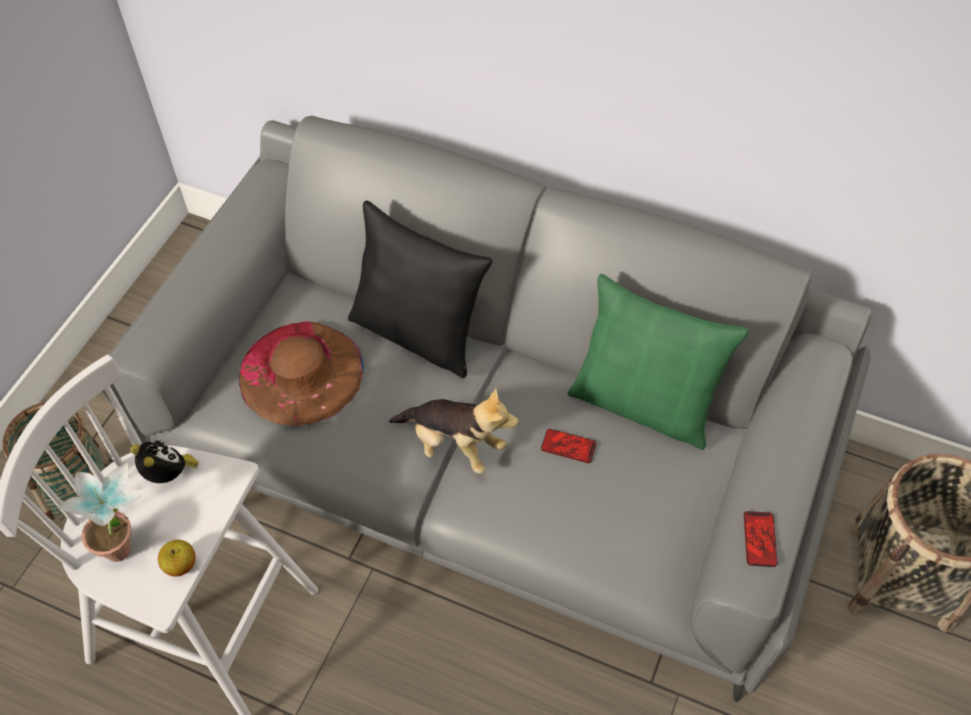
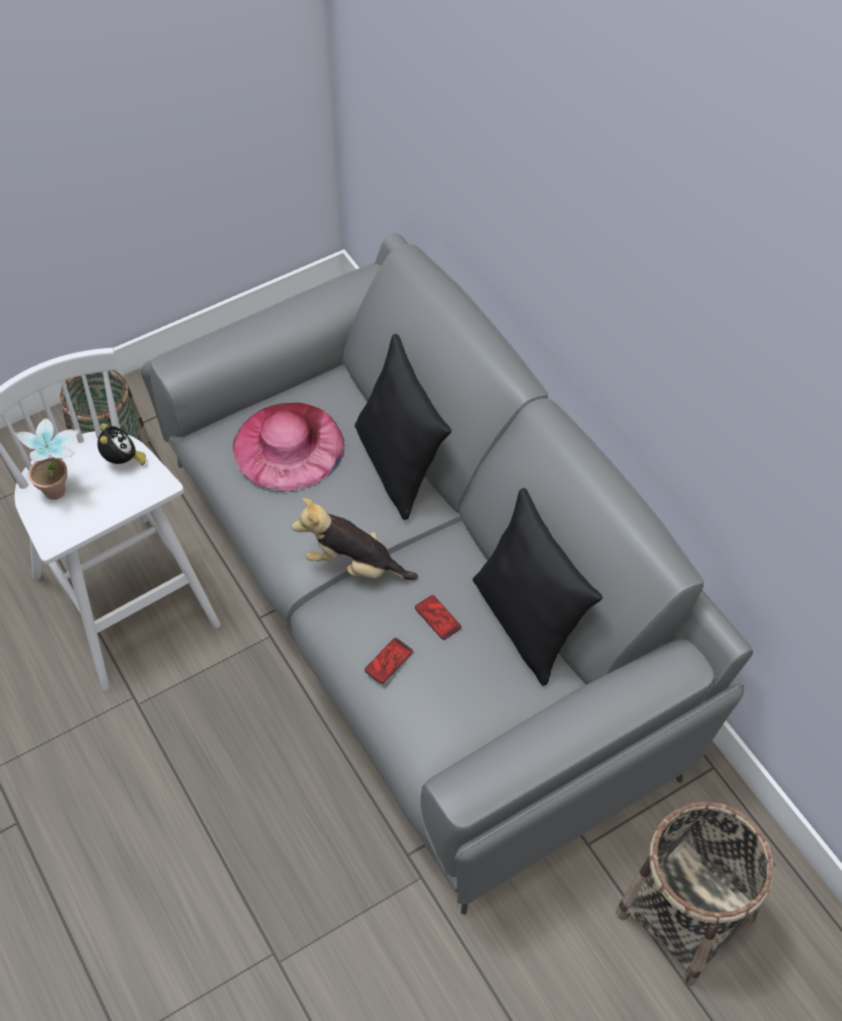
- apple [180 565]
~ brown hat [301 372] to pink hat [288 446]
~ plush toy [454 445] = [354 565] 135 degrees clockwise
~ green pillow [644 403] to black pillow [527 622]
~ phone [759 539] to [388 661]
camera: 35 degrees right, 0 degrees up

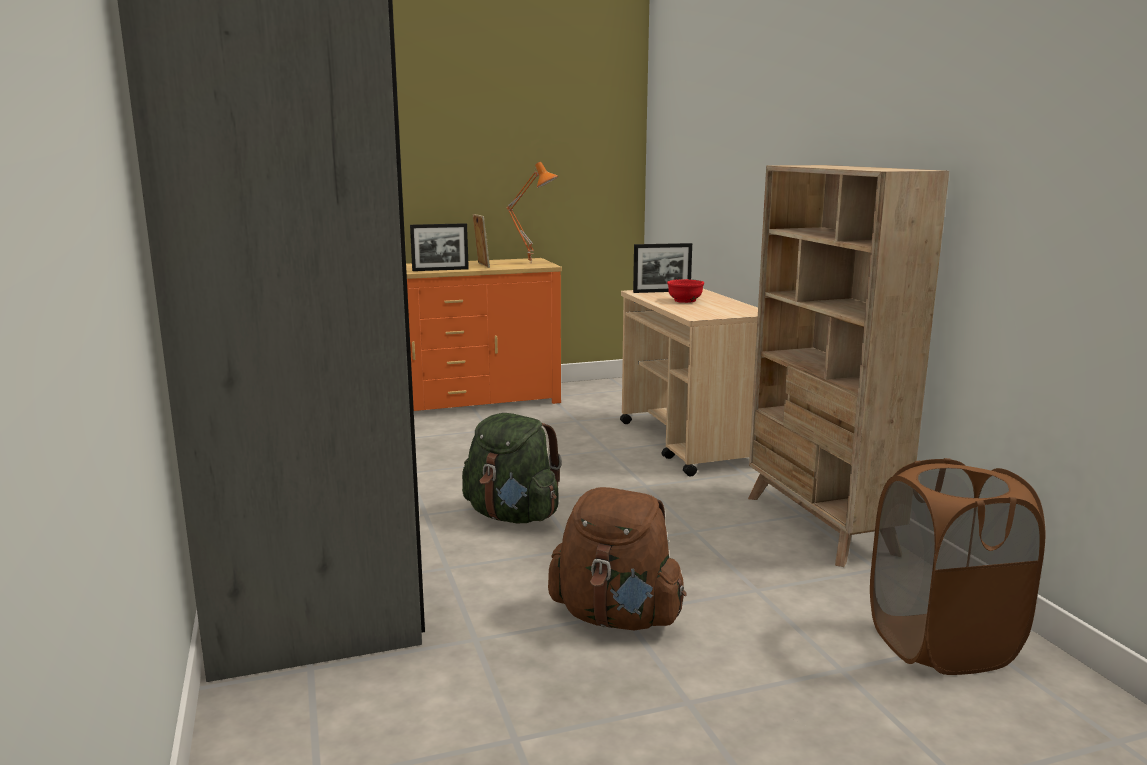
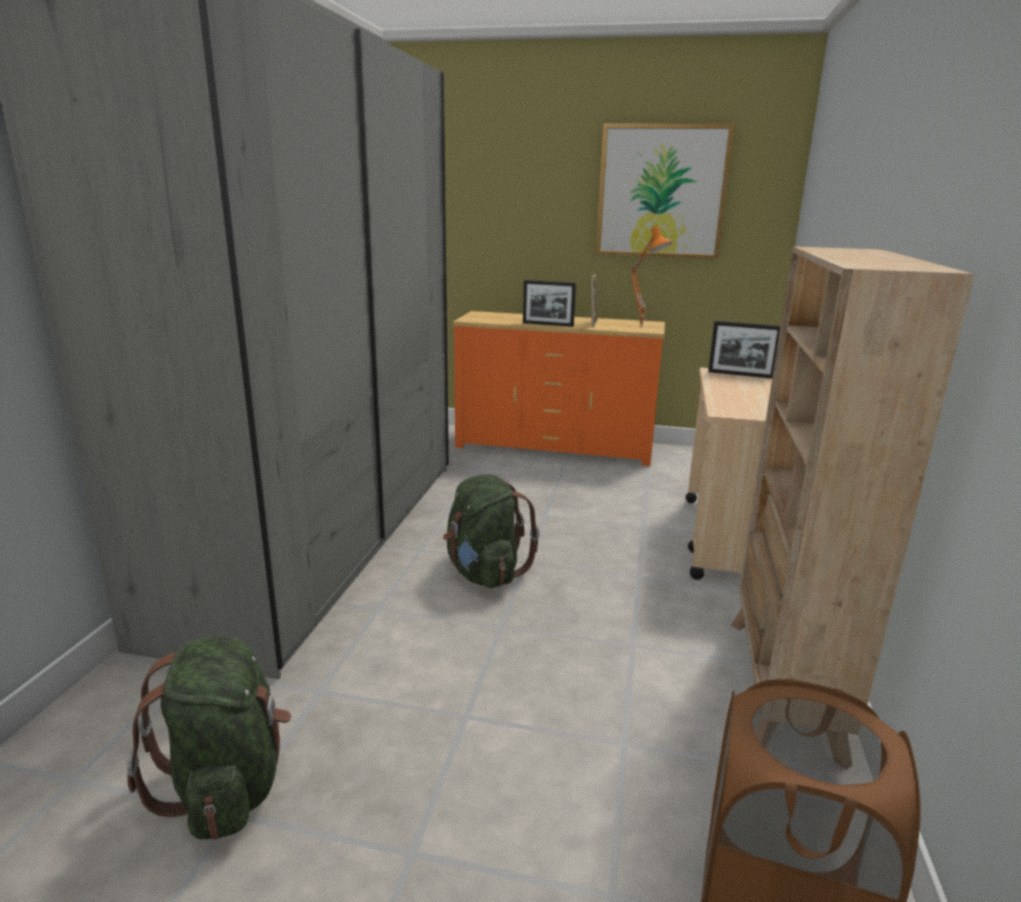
- brown backpack [616 617]
- red bowl [685 301]
+ green backpack [227 787]
+ picture [661 192]
camera: 30 degrees right, 5 degrees up

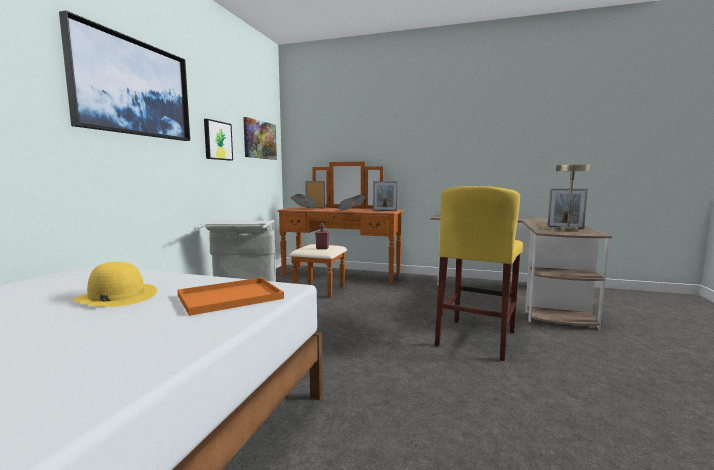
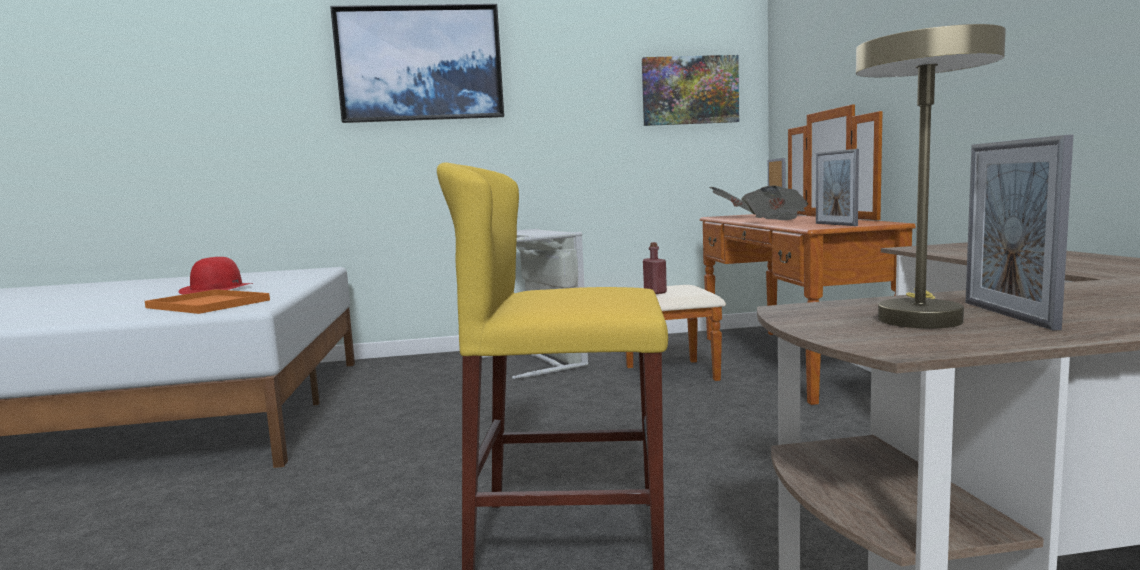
~ yellow hat [116 296] to red hat [217 289]
- picture [217 140]
camera: 65 degrees right, 0 degrees up

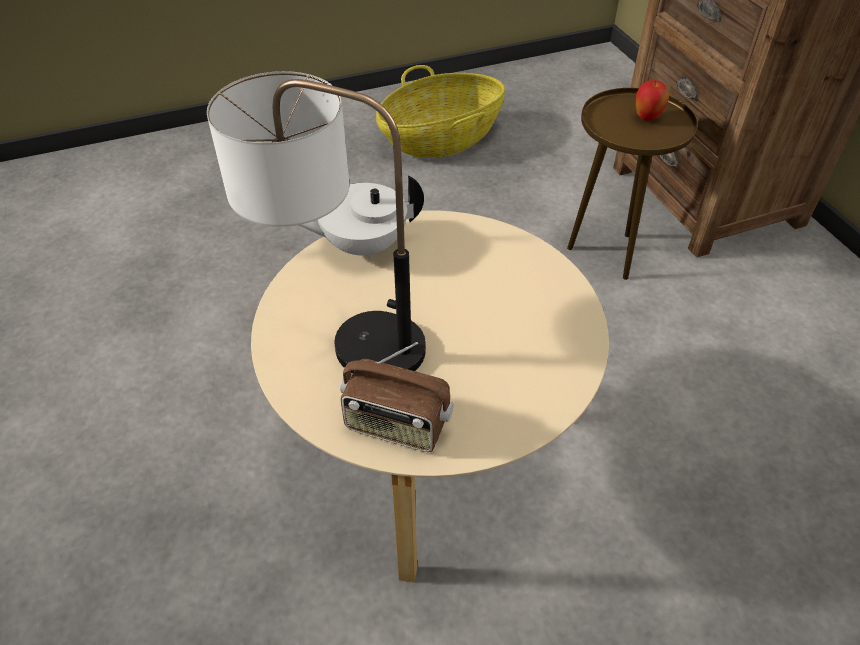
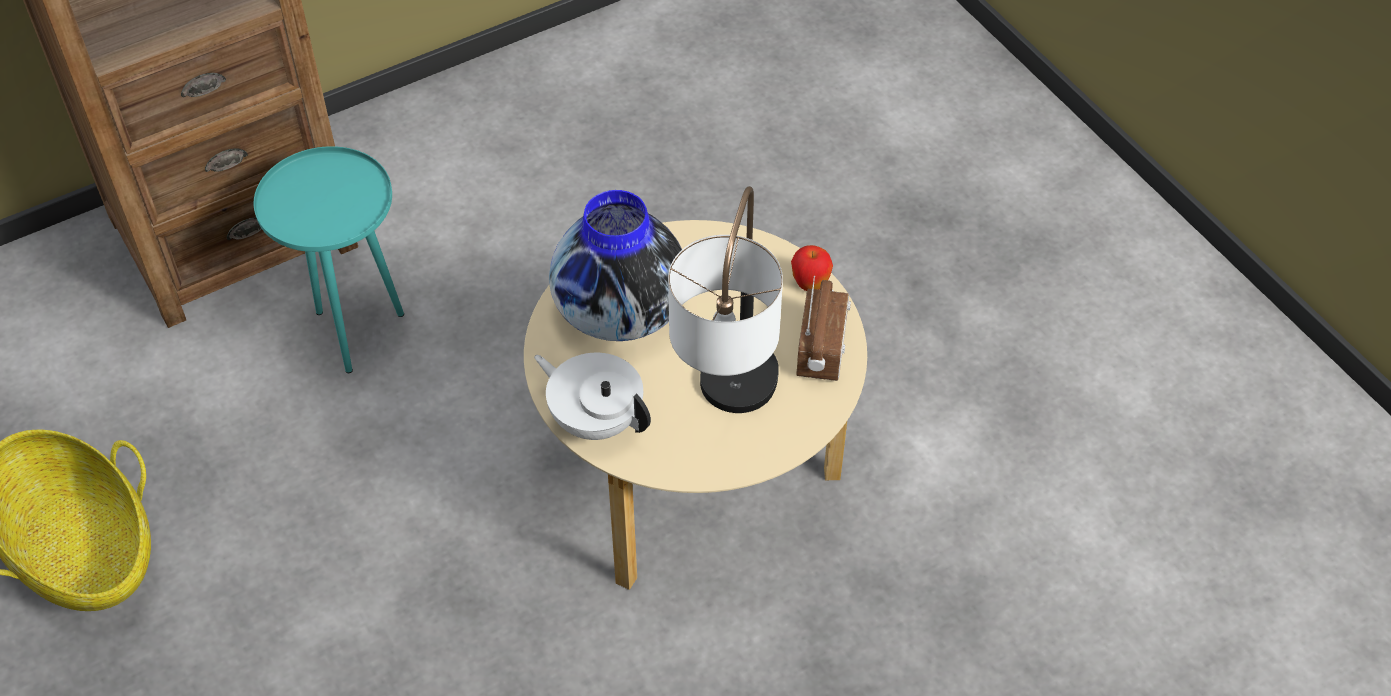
~ white teapot [363 245] = [596 419] 150 degrees clockwise
~ brown side table [607 253] to turquoise side table [356 332]
~ apple [647 118] to [810 285]
+ vase [620 311]
camera: 100 degrees left, 5 degrees up

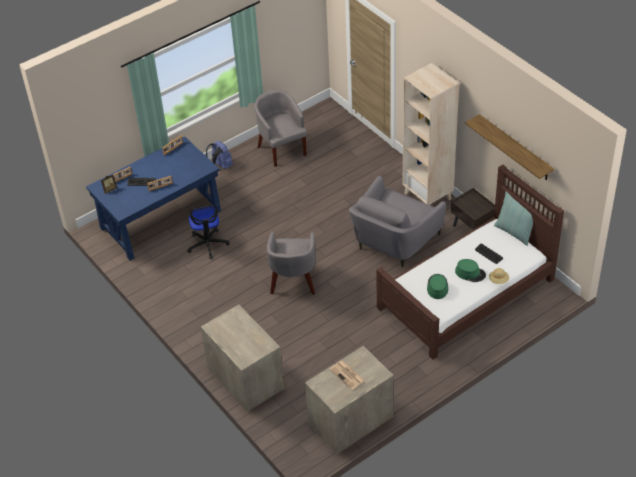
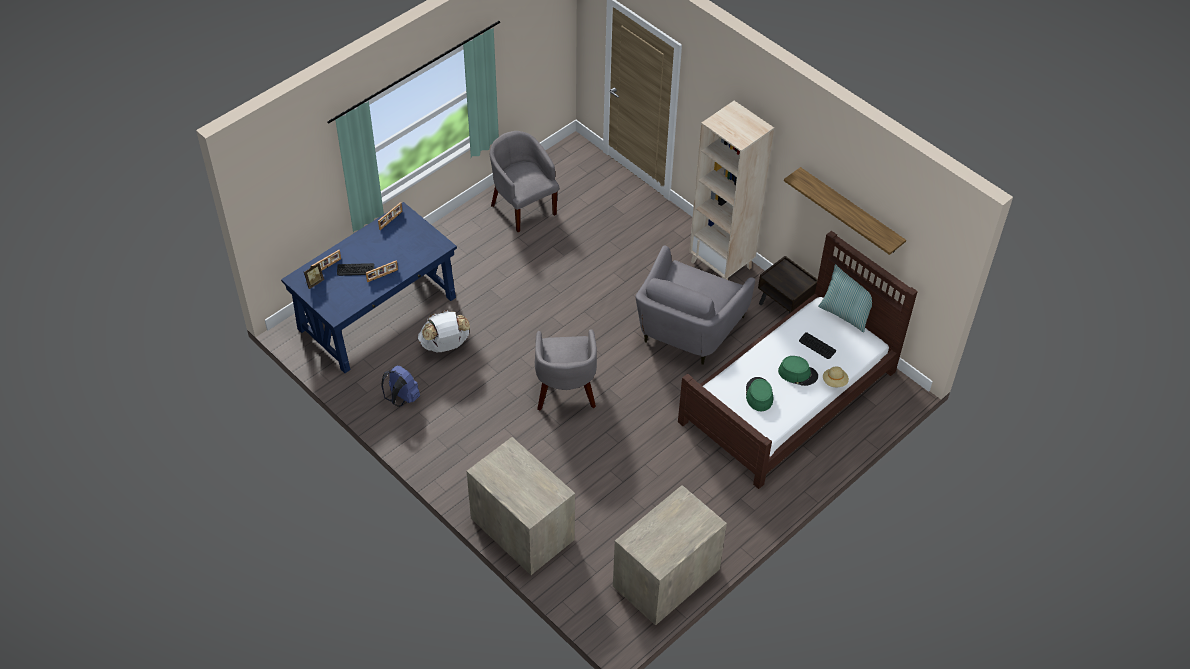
~ office chair [207 244] to white backpack [445 345]
~ blue backpack [220 166] to [402 398]
- newspaper [347 375]
camera: 10 degrees left, 5 degrees up

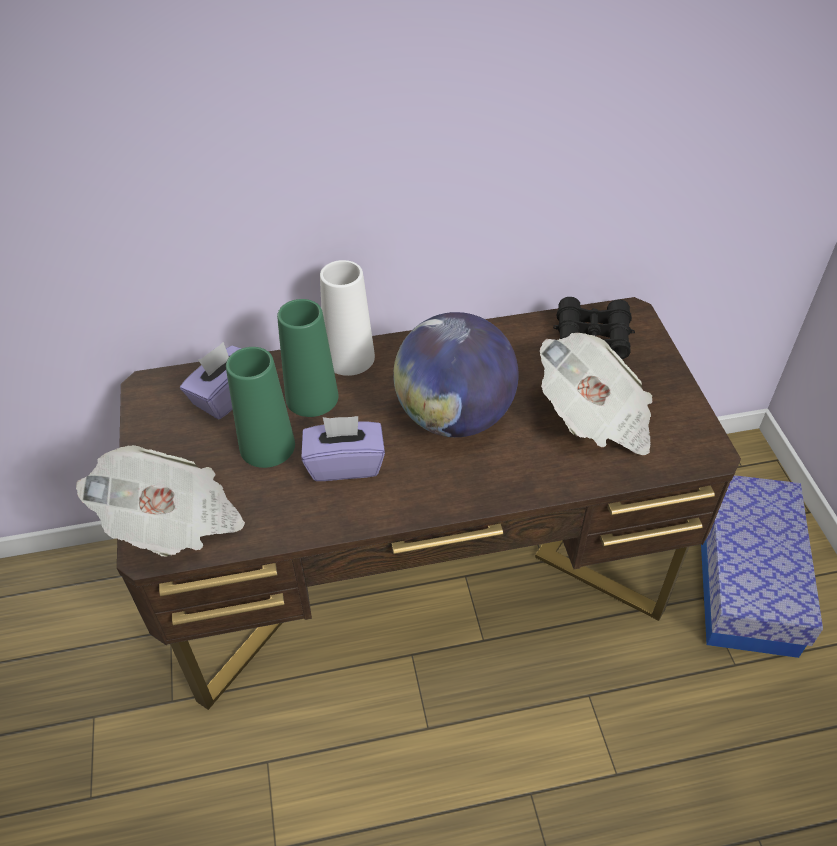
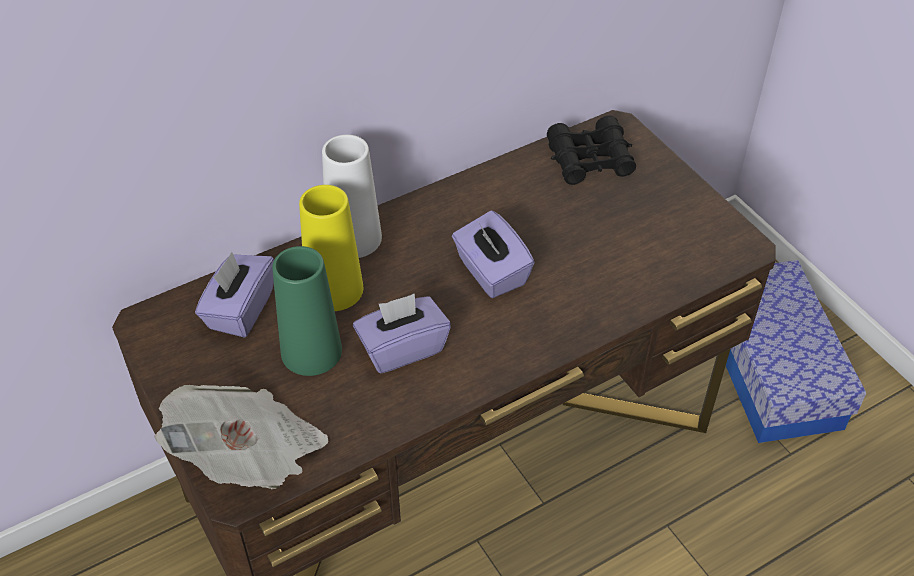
~ green vase [312 397] to yellow vase [334 289]
~ globe [454 417] to purple tissue box [491 272]
- newspaper [595 418]
camera: 20 degrees left, 0 degrees up

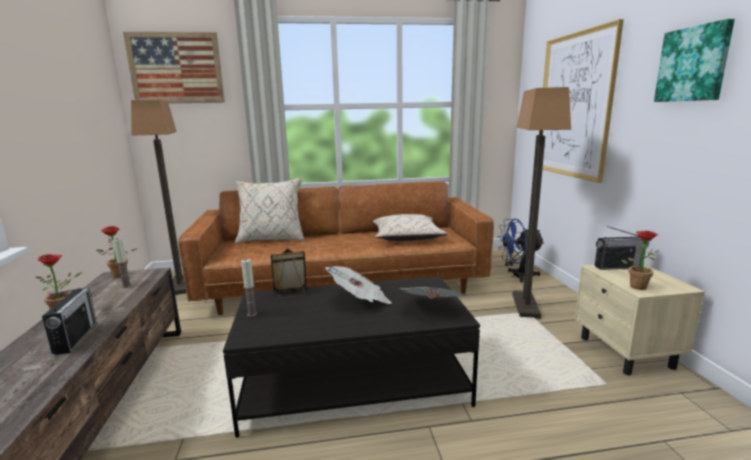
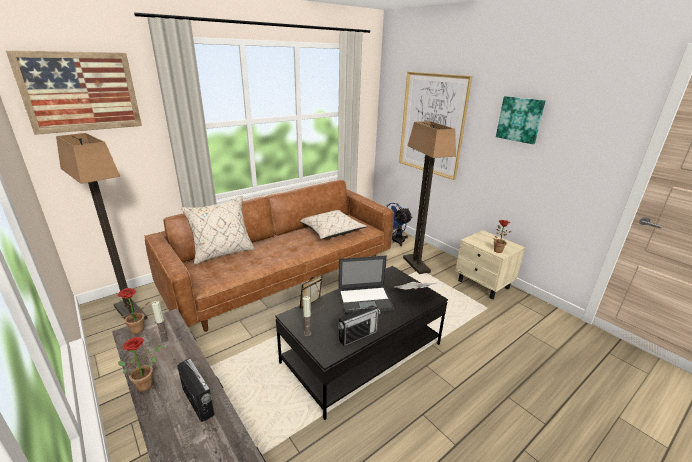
~ newspaper [360 300] to laptop [365 300]
~ radio [617 267] to [358 336]
camera: 30 degrees left, 10 degrees up

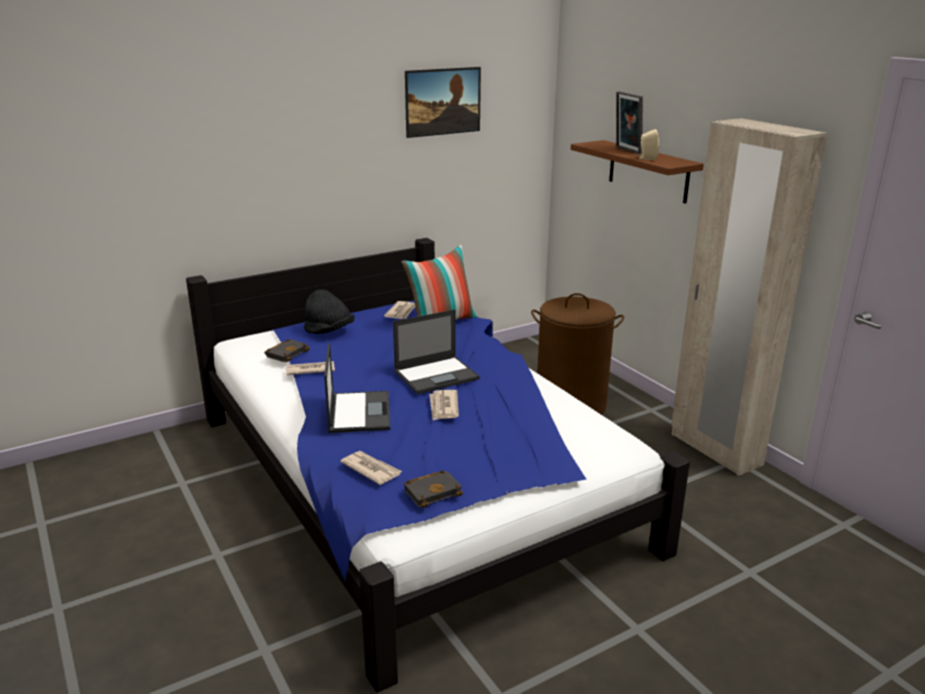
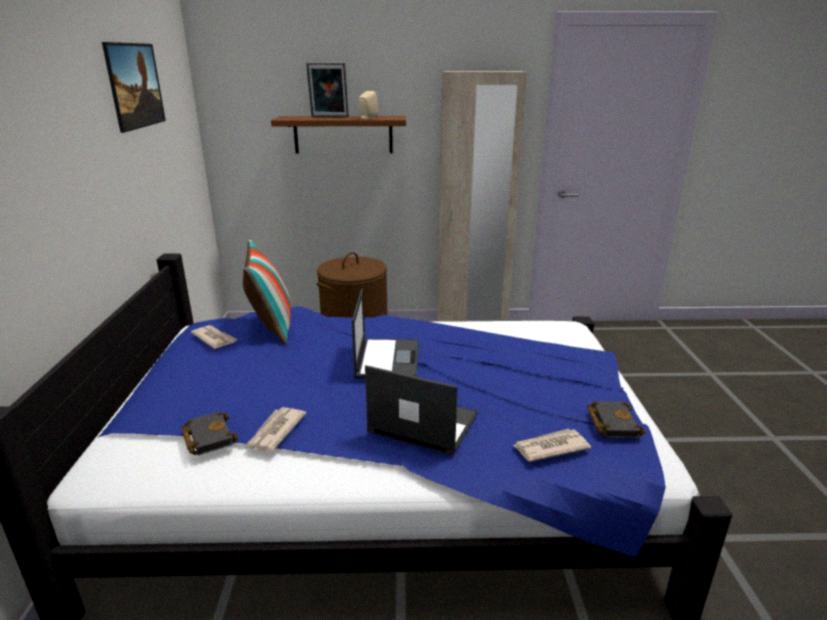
- black hat [329 332]
- newspaper [443 407]
camera: 60 degrees left, 0 degrees up

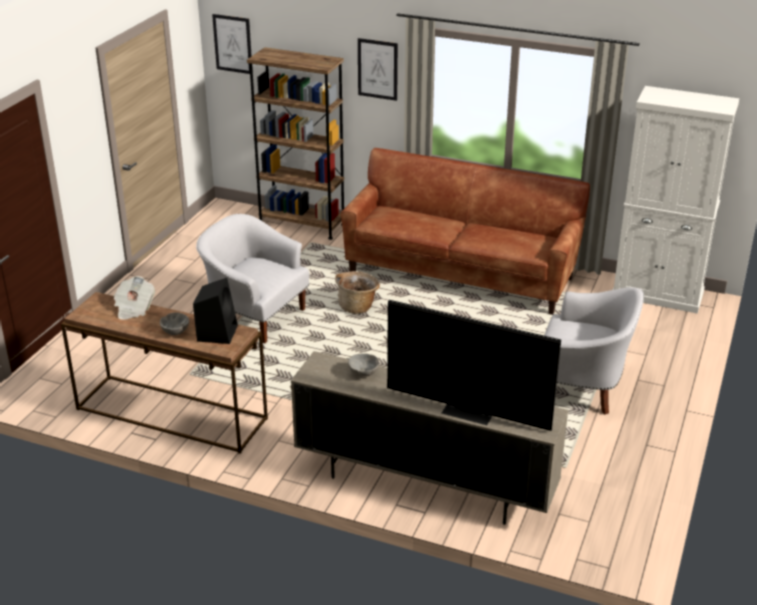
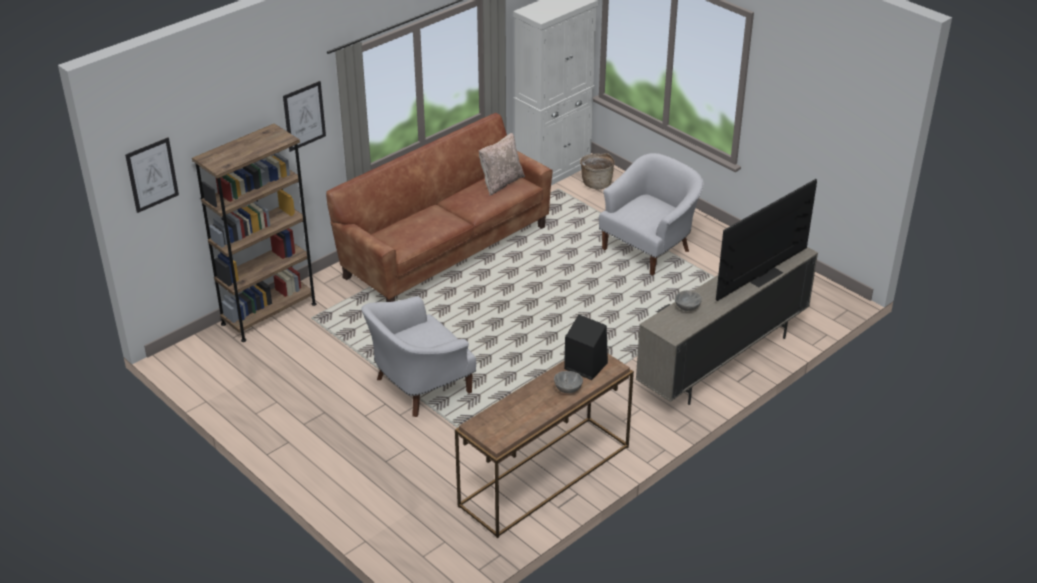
- newspaper [134 308]
~ basket [357 306] to [596 183]
+ beige pillow [501 183]
camera: 65 degrees left, 5 degrees up

